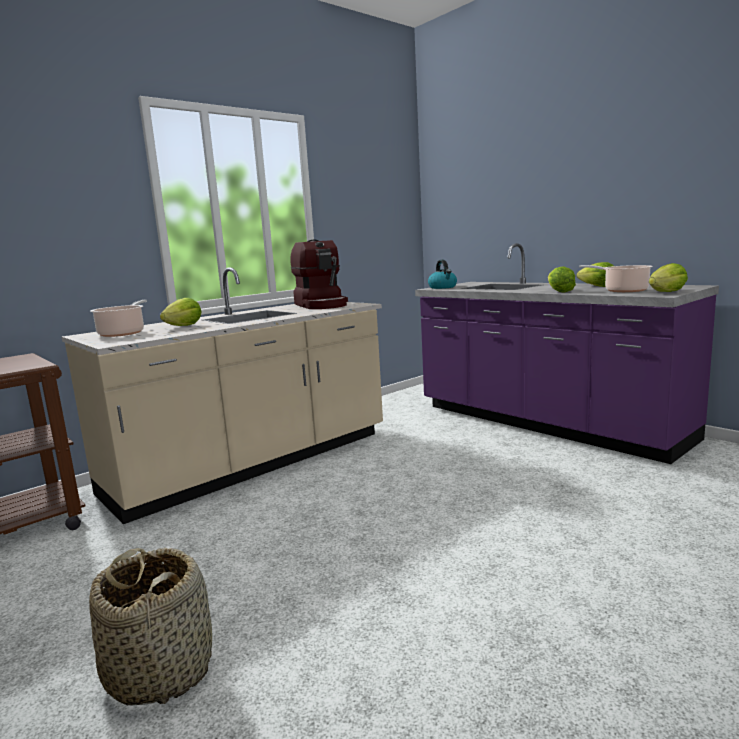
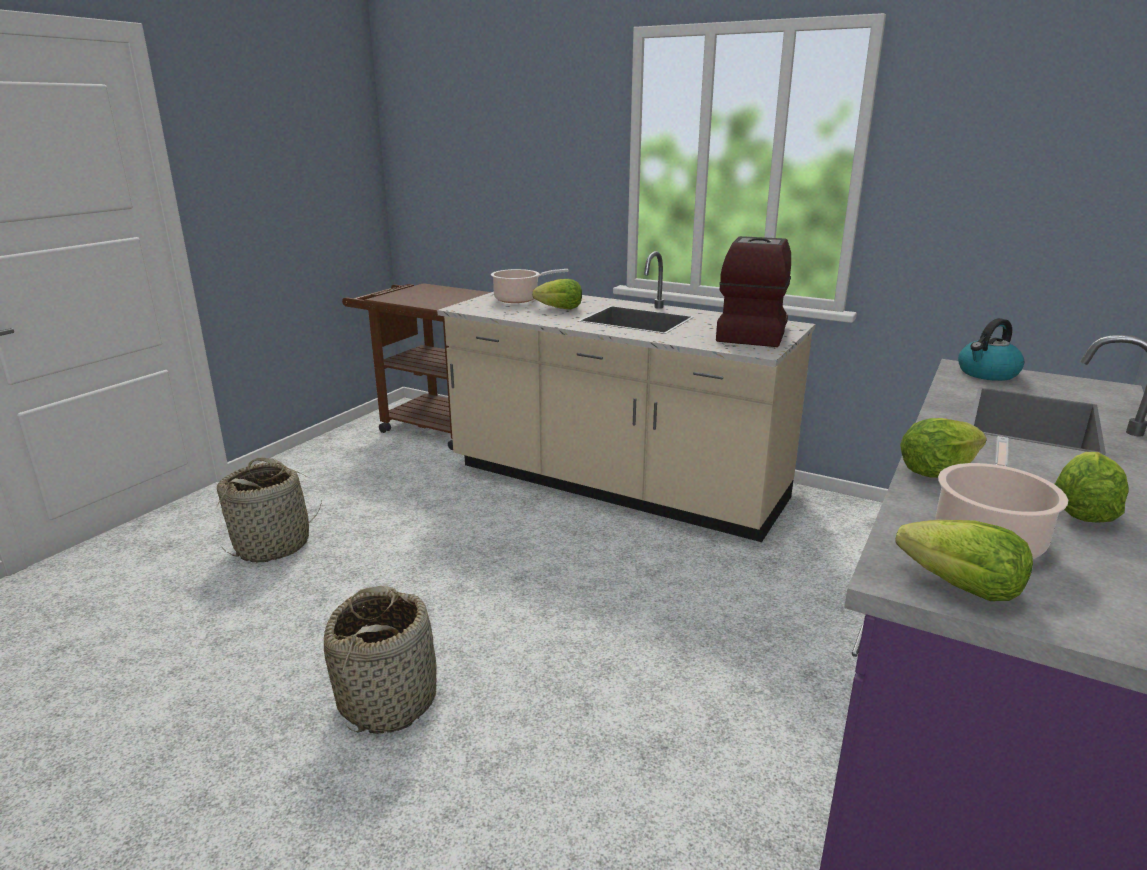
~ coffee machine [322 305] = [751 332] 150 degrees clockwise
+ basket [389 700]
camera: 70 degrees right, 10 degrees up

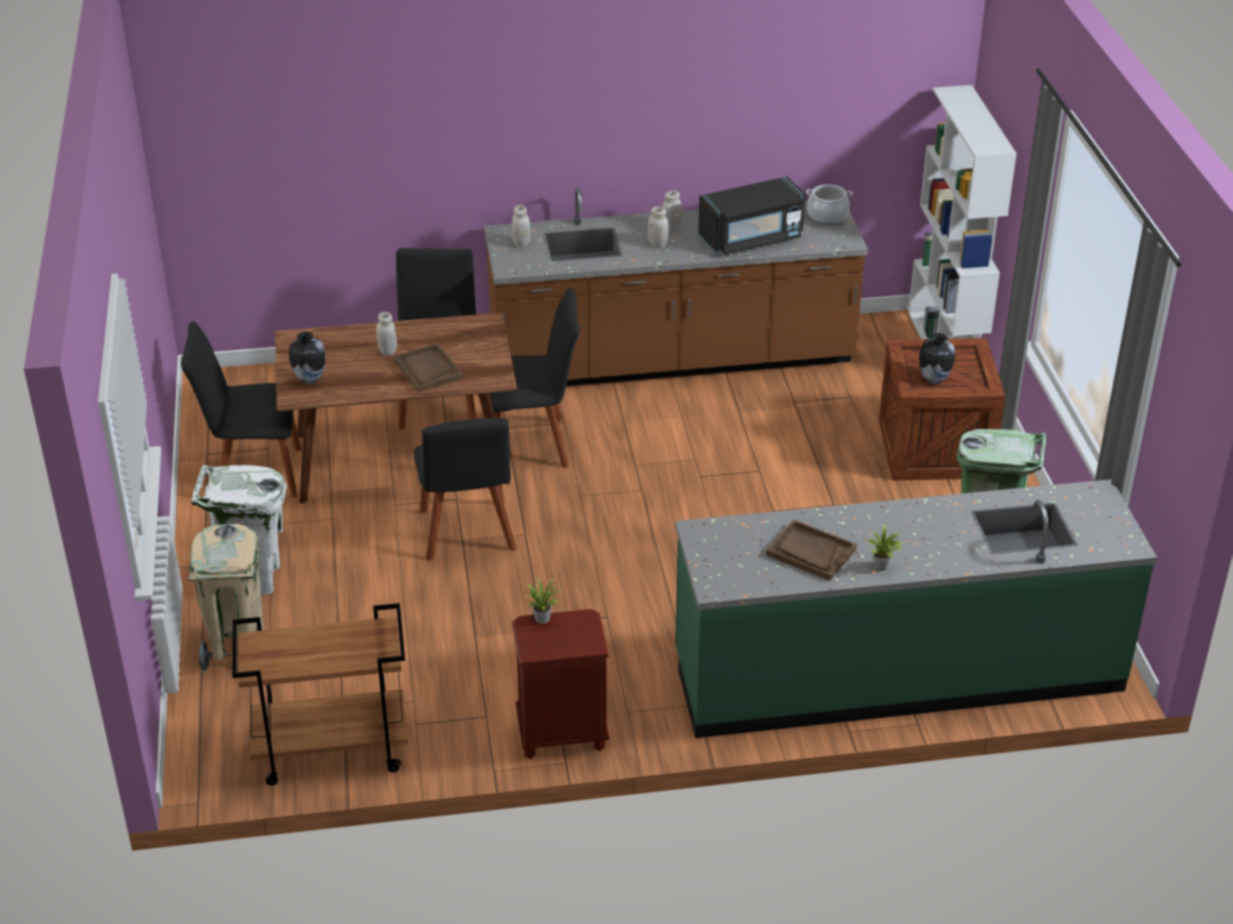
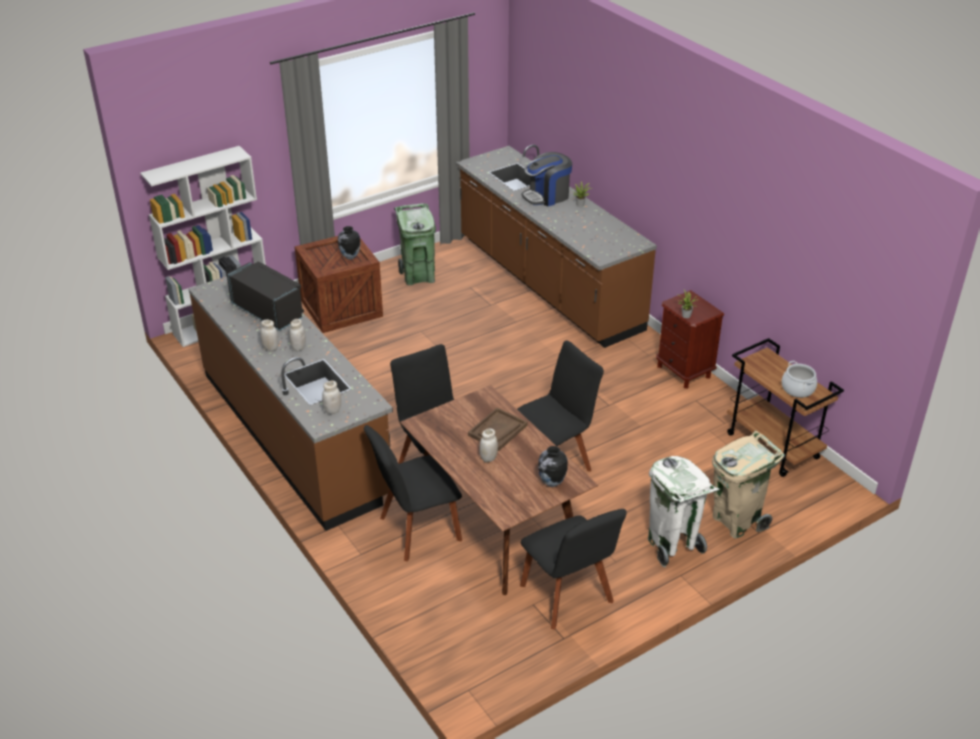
~ green counter [897 673] to brown counter [547 284]
- brown tray [810 552]
~ cooking pot [827 216] to [798 389]
+ coffee machine [547 196]
camera: 115 degrees left, 0 degrees up

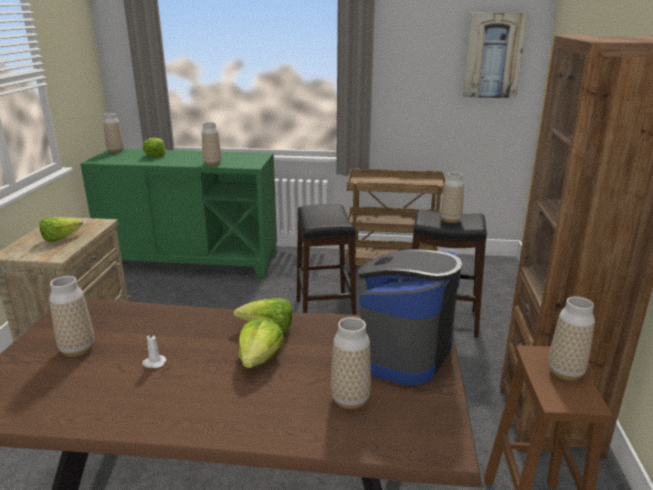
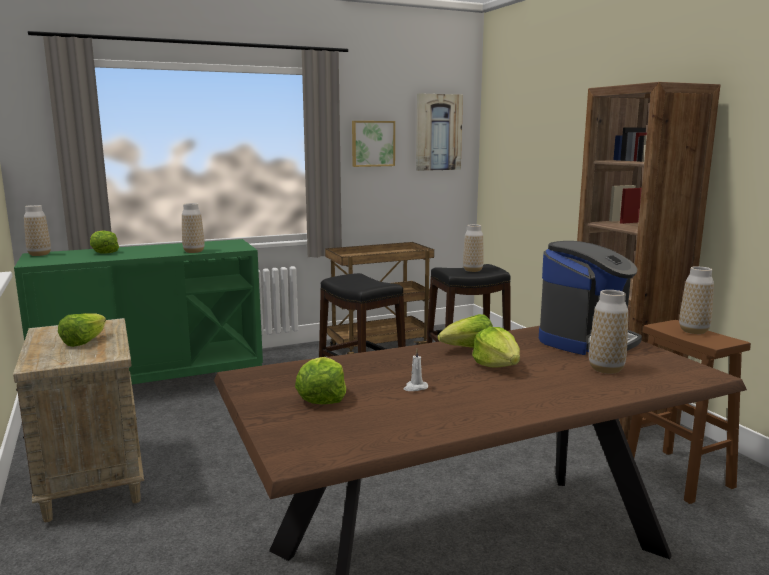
~ vase [78 349] to lettuce [321 397]
~ coffee machine [400 352] = [587 340] 135 degrees counterclockwise
+ picture [372 143]
camera: 30 degrees left, 10 degrees down

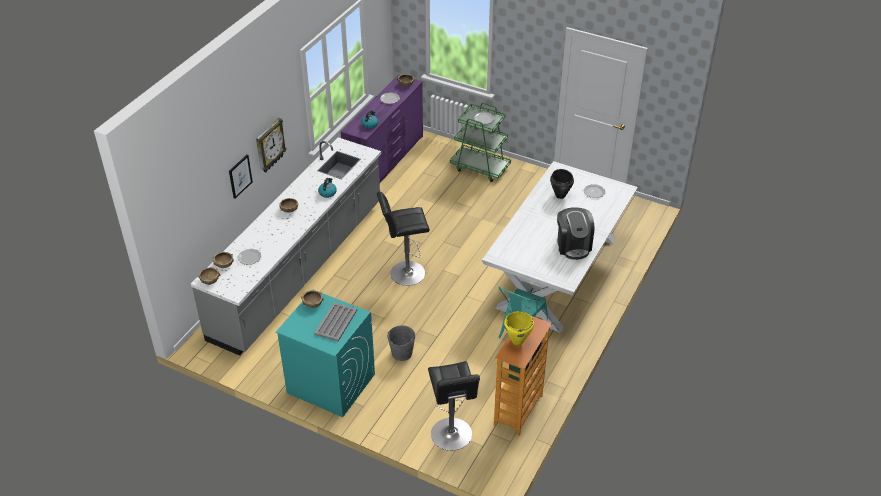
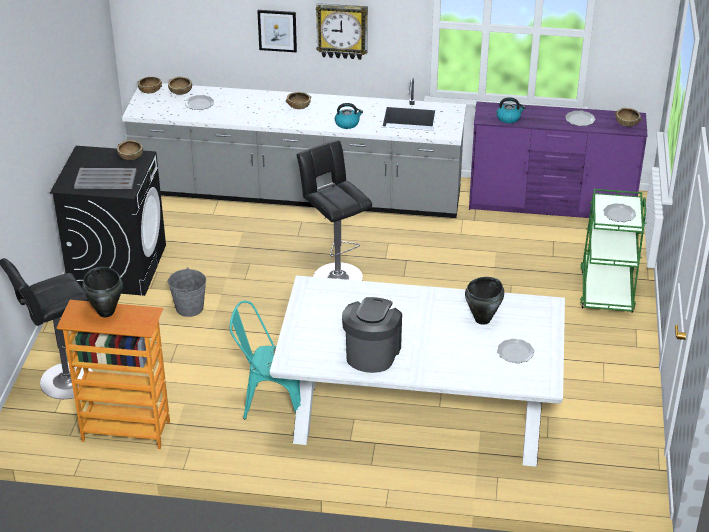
~ turquoise washing machine [330 383] to black washing machine [118 266]
~ yellow cooking pot [517 341] to black cooking pot [106 312]
~ coffee machine [573 245] = [372 353] 135 degrees clockwise
camera: 70 degrees right, 5 degrees down

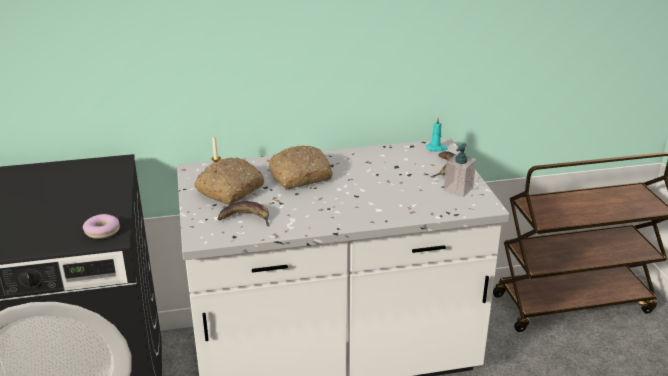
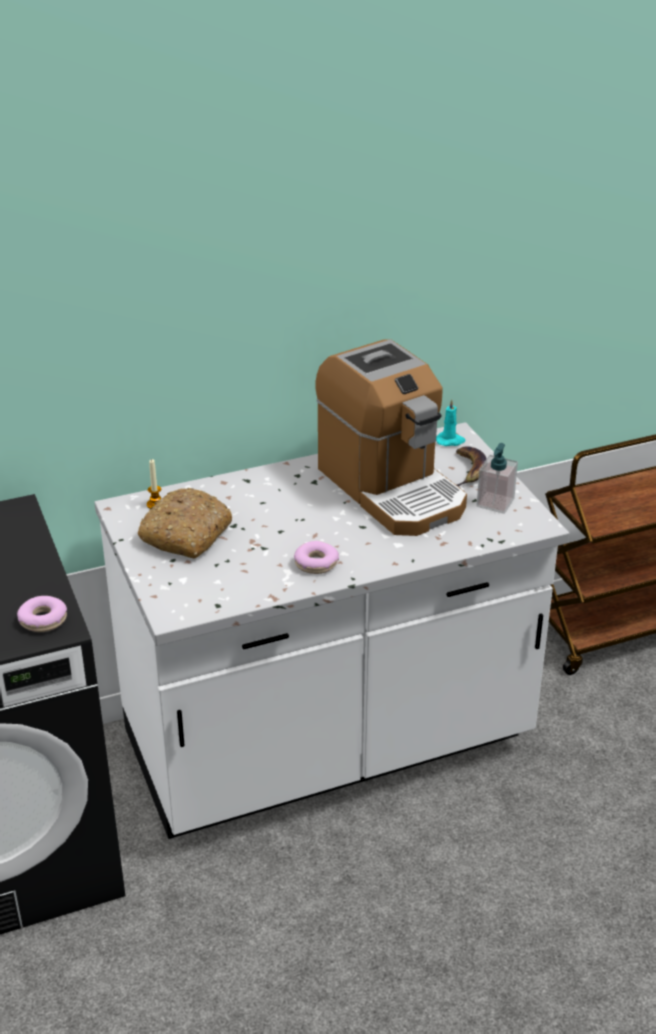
- banana [245 218]
- bread [301 175]
+ donut [316 563]
+ coffee machine [391 488]
camera: 10 degrees left, 5 degrees up

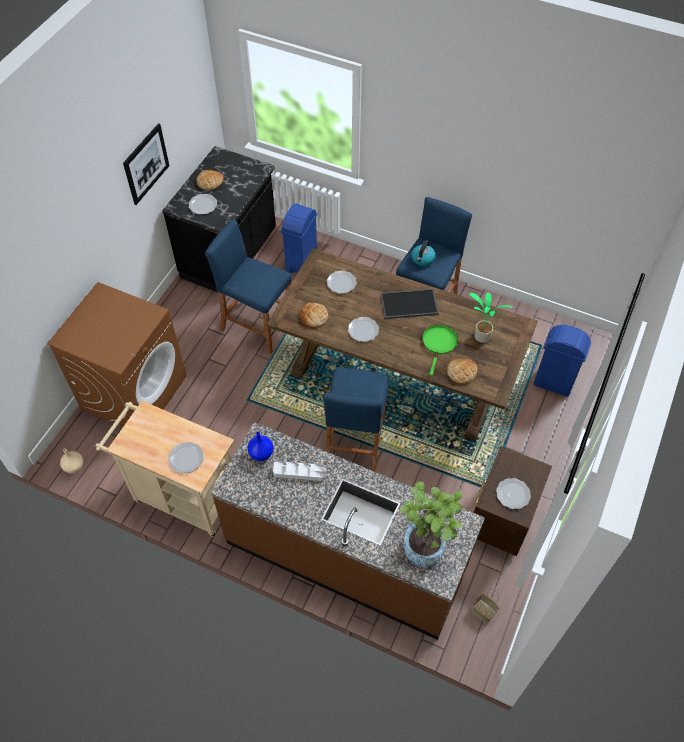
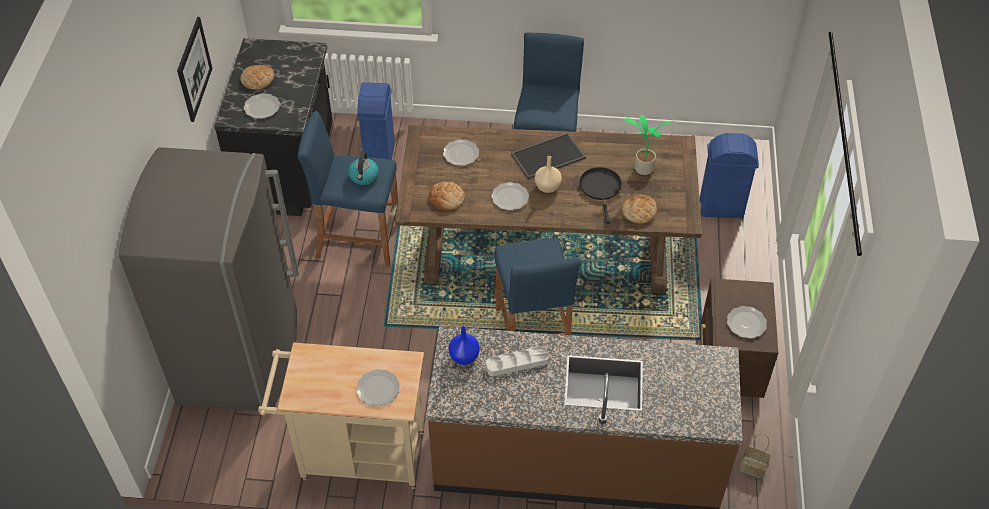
~ brown washing machine [134 392] to grey fridge [241 357]
~ beige vase [75 467] to [548 187]
- potted plant [426 543]
~ kettle [422 259] to [364 176]
~ green frying pan [439 343] to black frying pan [601 188]
camera: 20 degrees left, 5 degrees down

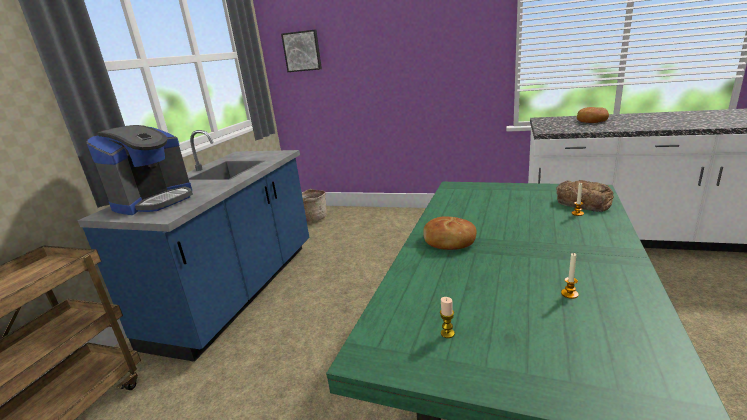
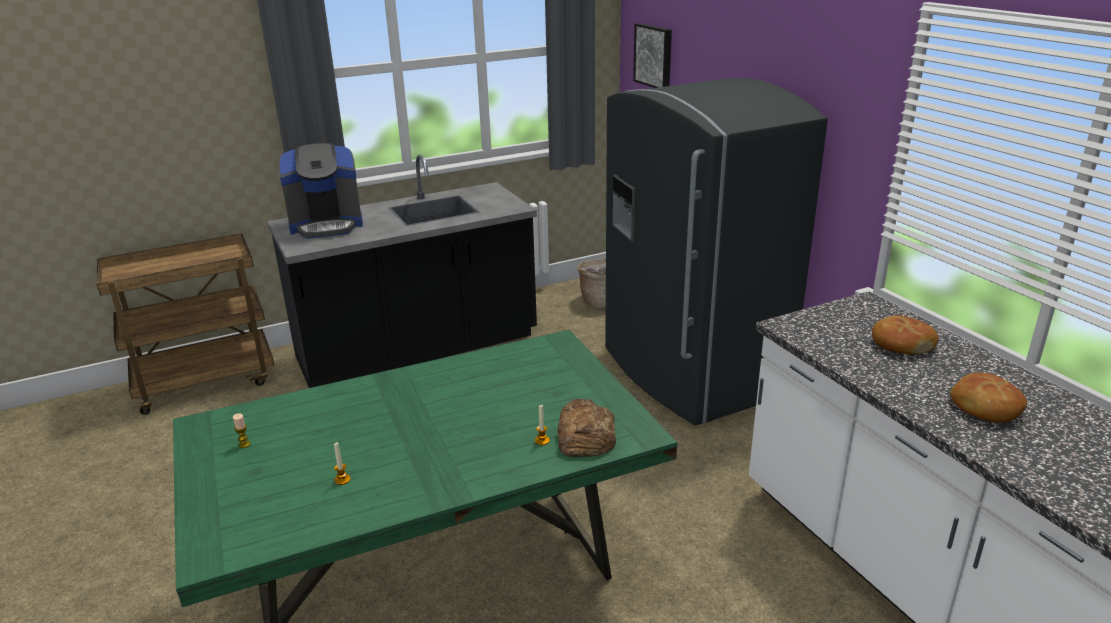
~ blue counter [239 291] to black counter [418 349]
~ bread [449 241] to [984 407]
+ grey fridge [690 373]
camera: 45 degrees right, 5 degrees up

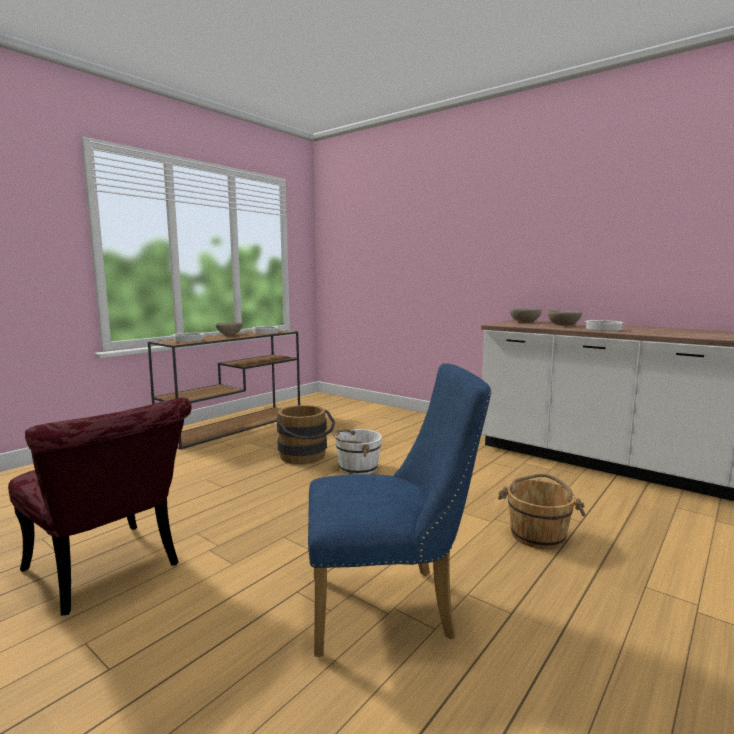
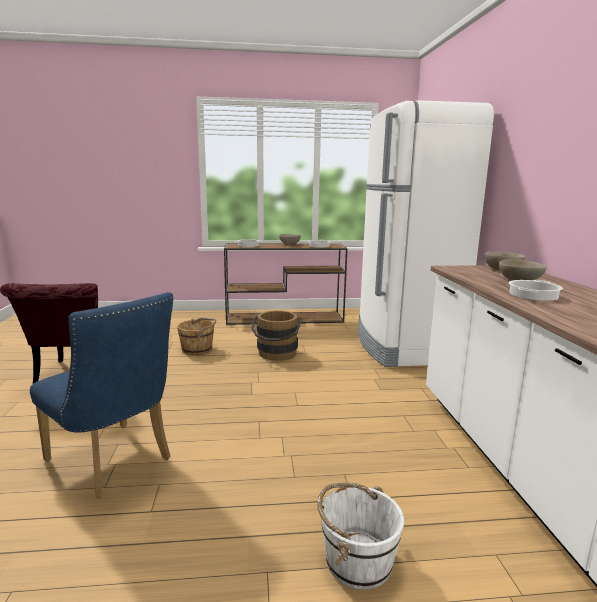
~ white bucket [357 468] to [357 560]
~ brown bucket [538 534] to [197 349]
+ white fridge [404 346]
camera: 45 degrees right, 5 degrees up

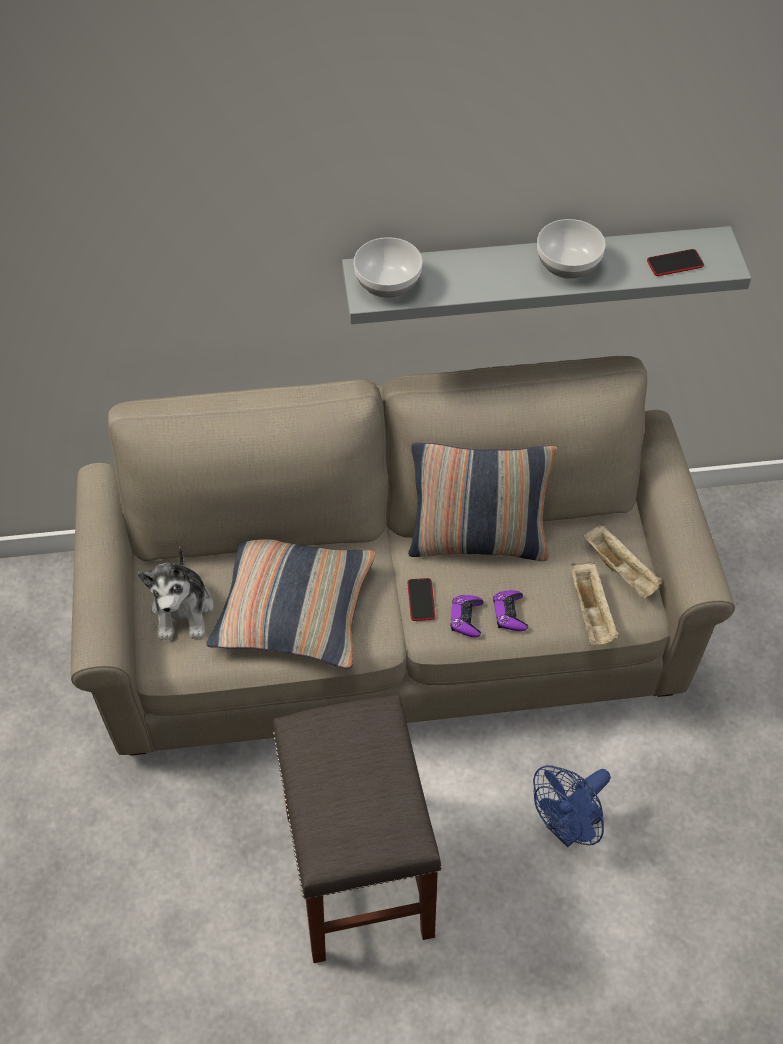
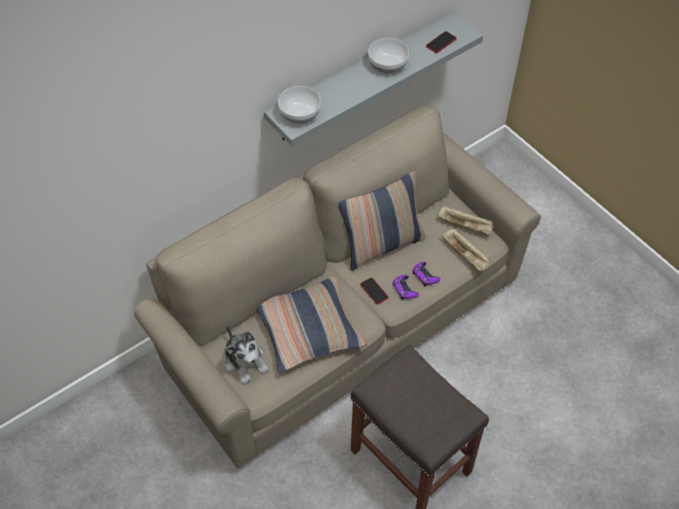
- blue fan [568 828]
camera: 30 degrees left, 0 degrees up

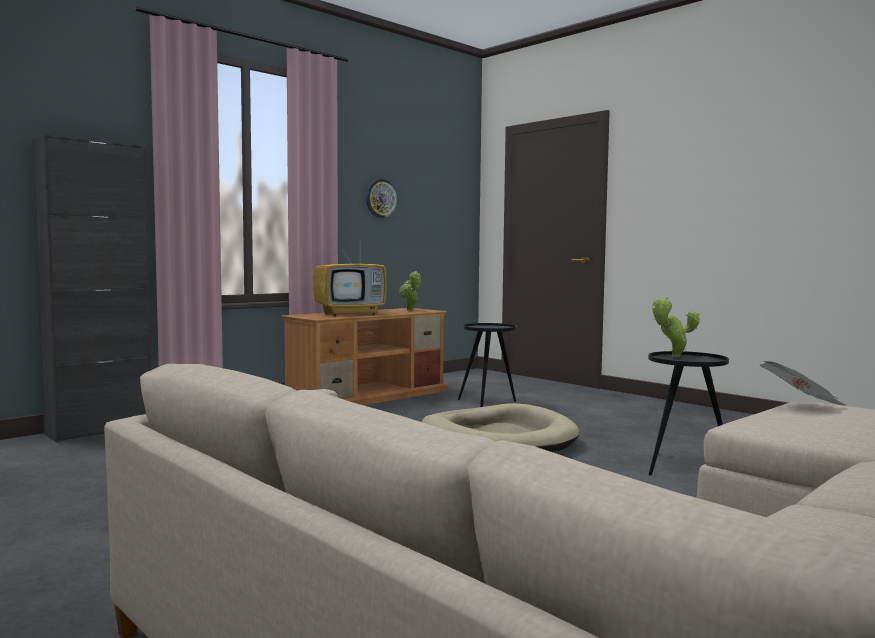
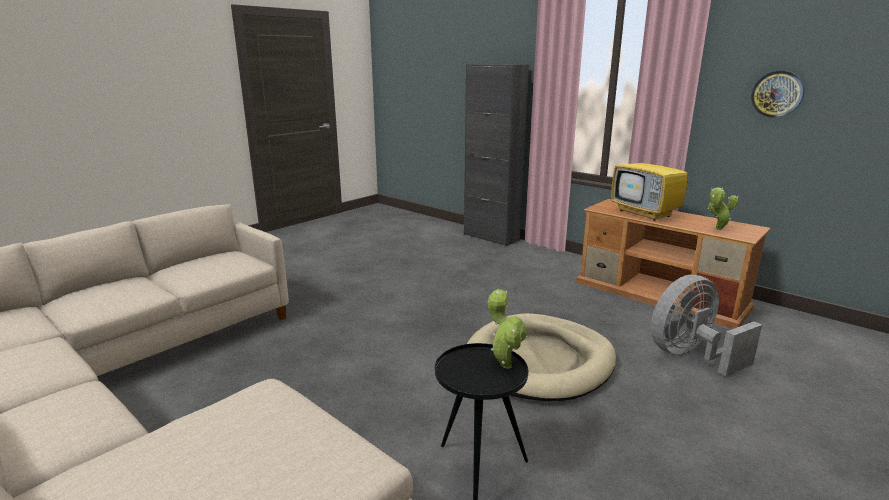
~ black side table [488 404] to grey fan [690 355]
- newspaper [802 404]
camera: 85 degrees right, 15 degrees up

